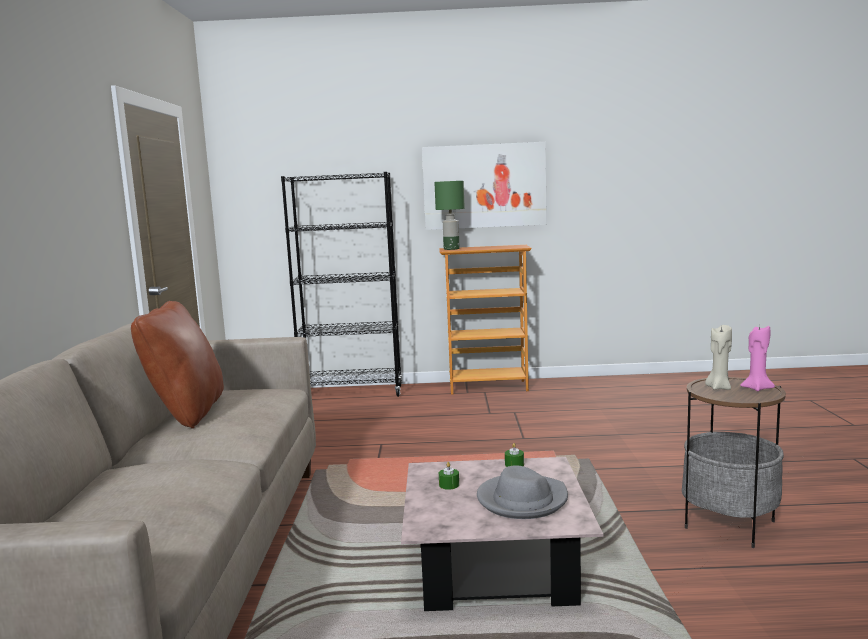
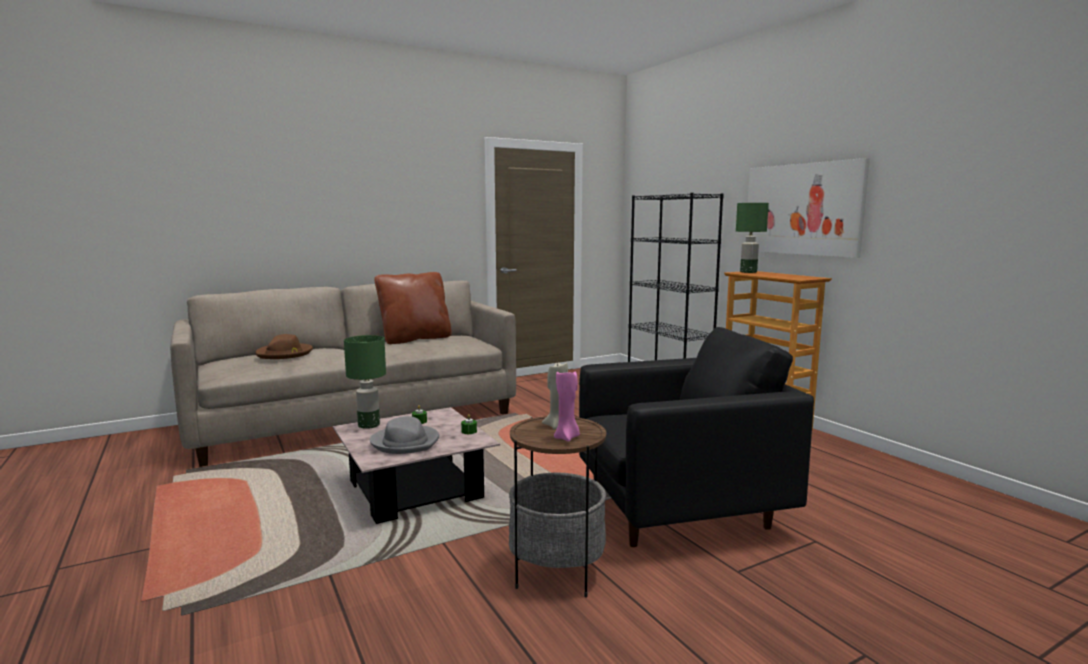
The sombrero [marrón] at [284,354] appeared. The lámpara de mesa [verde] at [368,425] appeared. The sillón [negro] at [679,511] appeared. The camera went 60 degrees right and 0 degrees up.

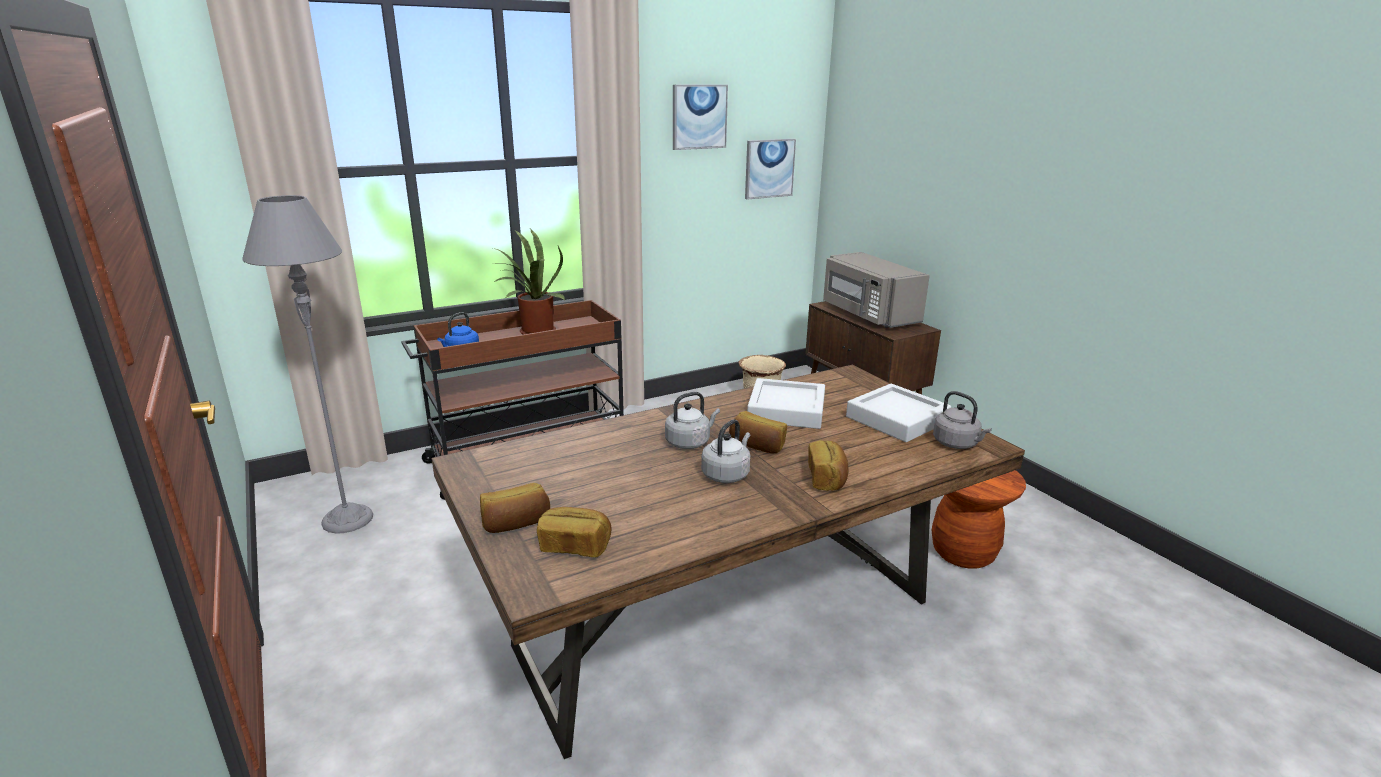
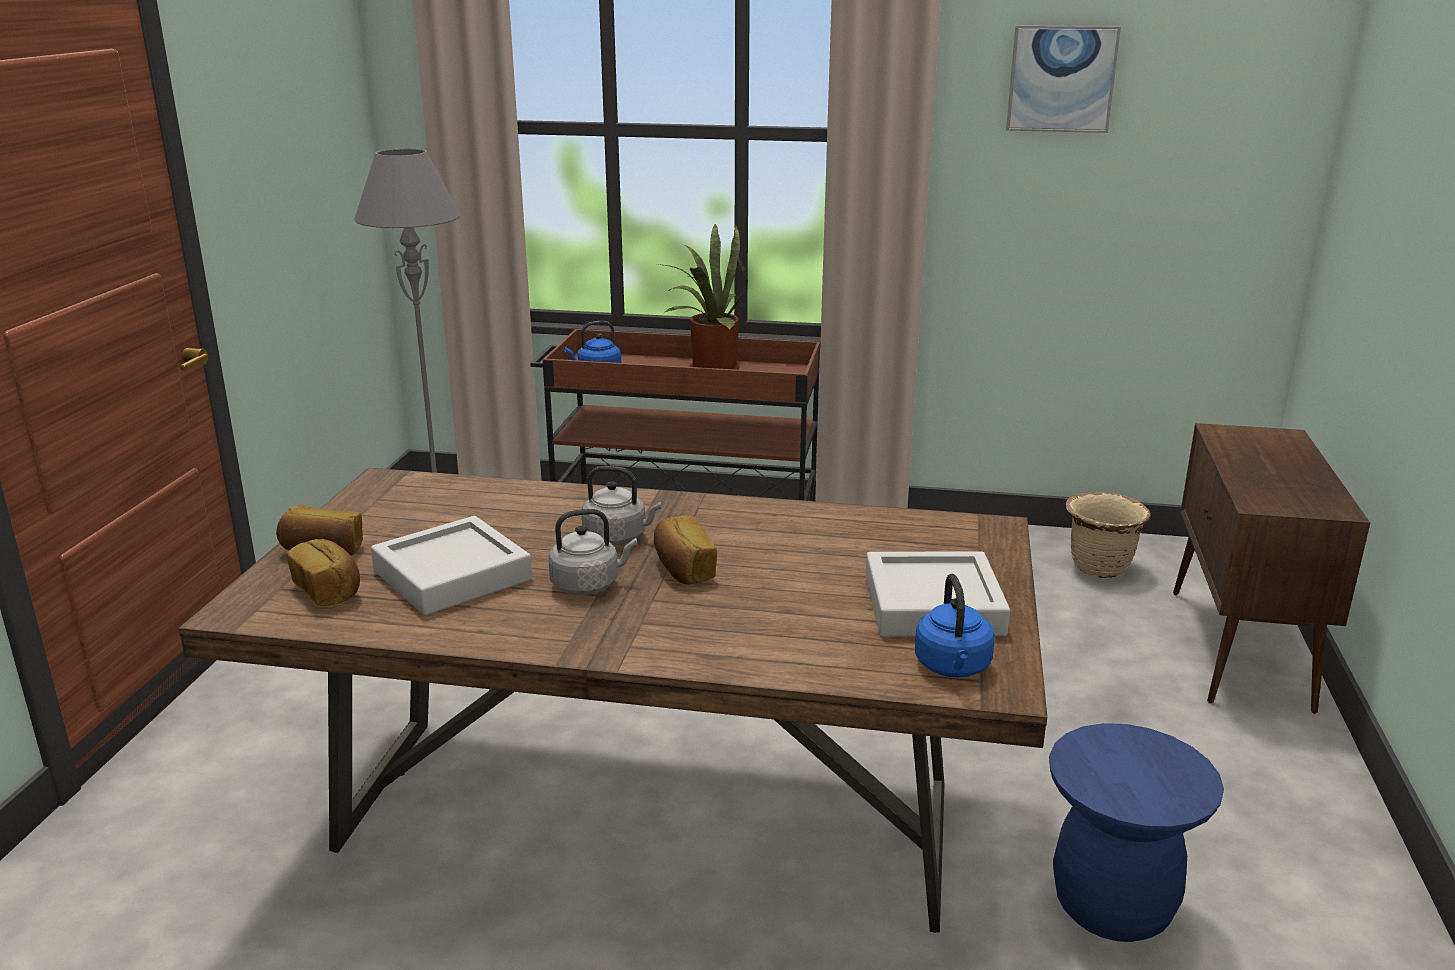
The bandeja [gris] moved from [786,410] to [452,575]. The hervidor [gris] at [957,444] became the hervidor [azul] at [953,667]. The taburete [marrón] at [963,552] became the taburete [azul] at [1112,906]. The cuadro at [769,168] disappeared. The pan at [827,479] disappeared. The microondas [gris] at [868,314] disappeared. The camera went 40 degrees right and 0 degrees up.

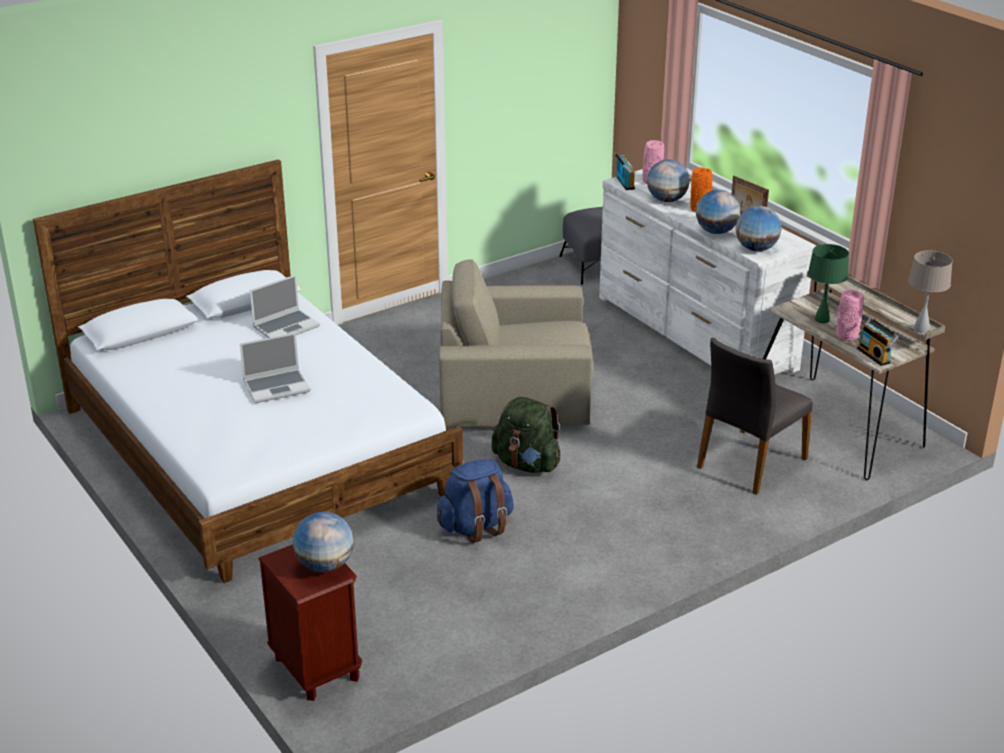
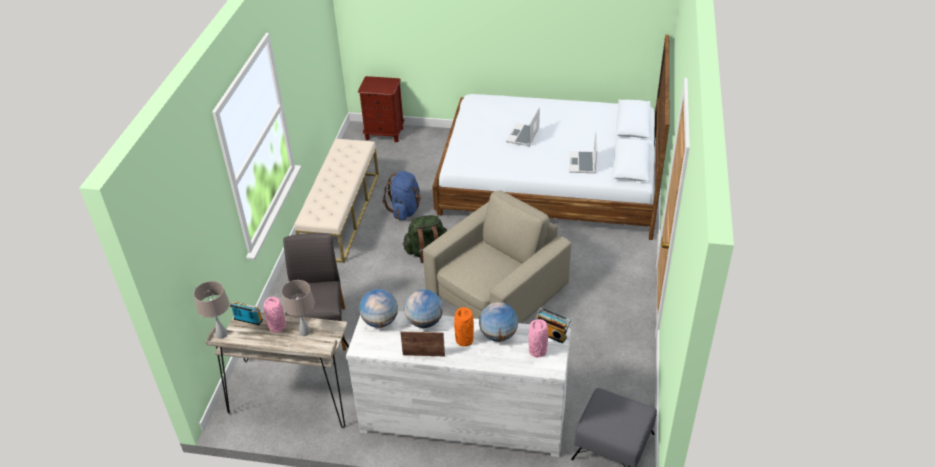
The lámpara de mesa [verde] at [821,319] became the lámpara de mesa [beis] at [305,332]. The banco [beis] at [341,214] appeared. The globo terráqueo at [325,565] disappeared. The camera went 135 degrees right and 10 degrees up.

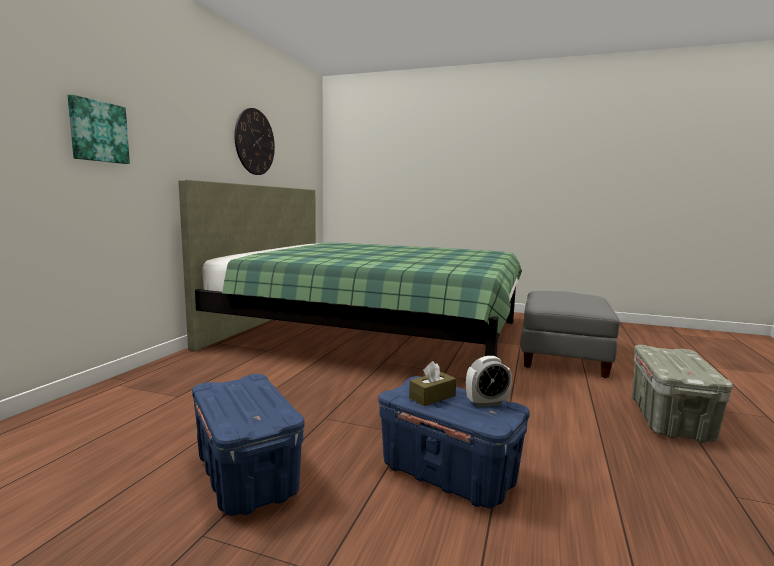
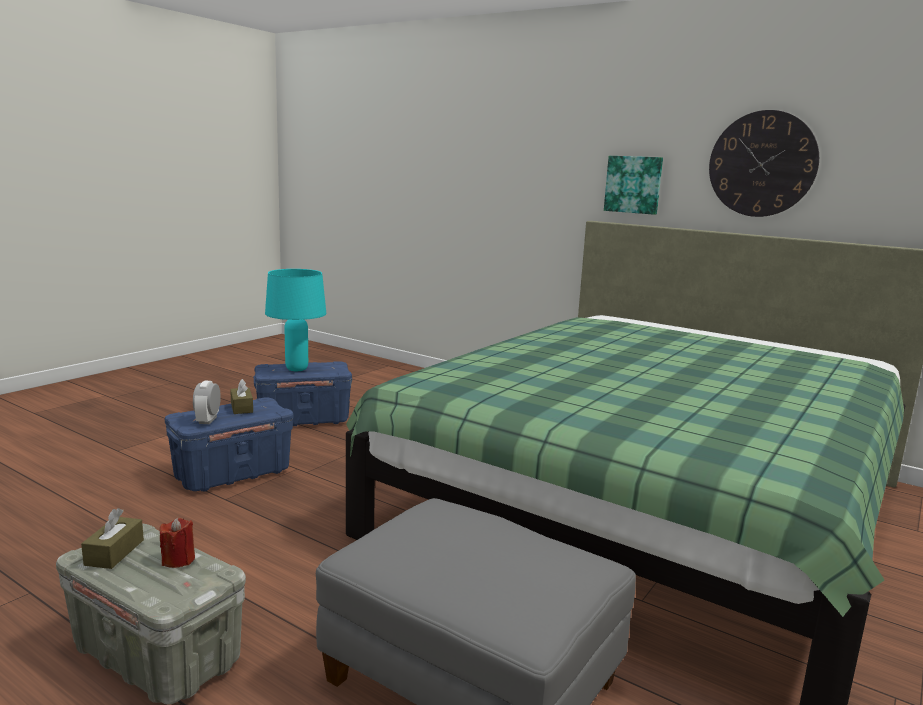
The caja de pañuelos [marrón] at [114,552] appeared. The vela [rojo] at [178,560] appeared. The lámpara de mesa [turquesa] at [297,369] appeared. The cuadro moved from [98,131] to [633,184]. The camera went 105 degrees right and 5 degrees up.

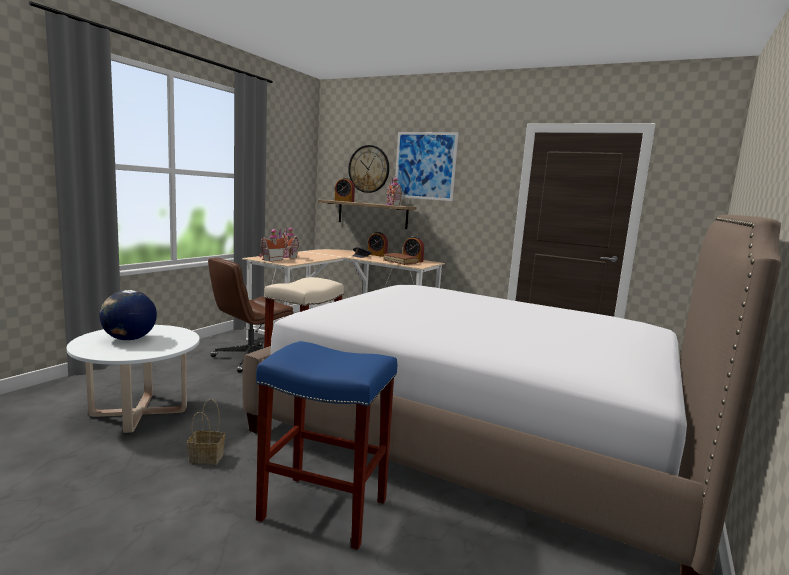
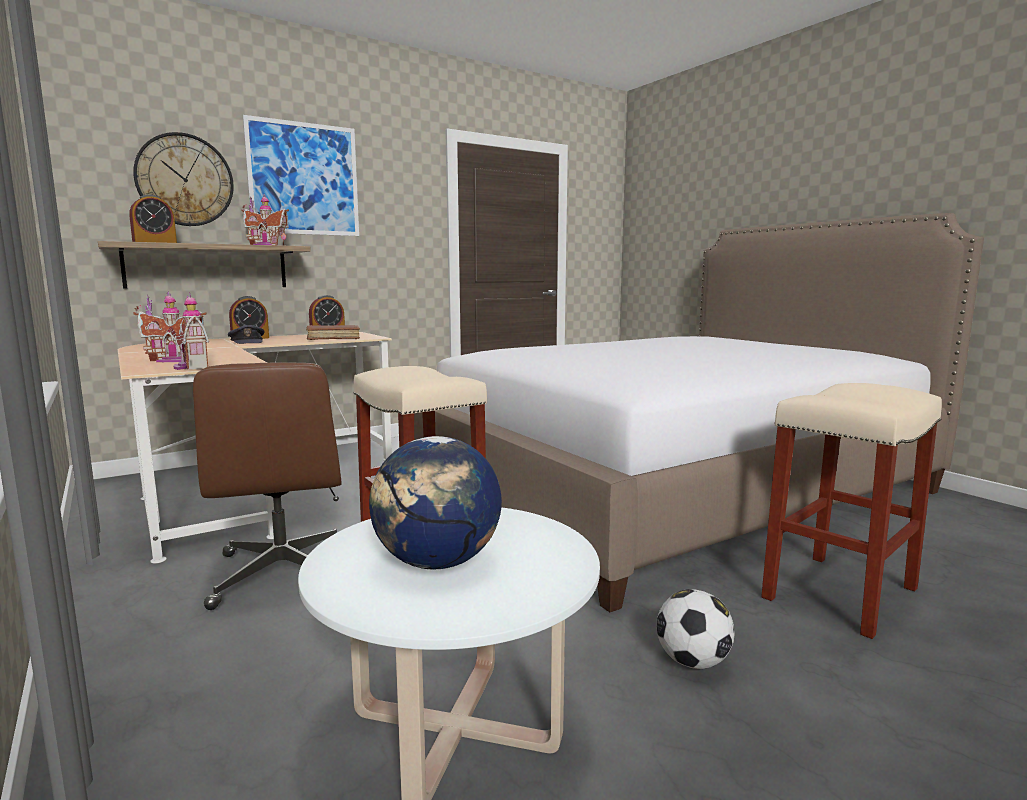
The cesta at [205,458] was replaced by the balón de fútbol at [692,662]. The taburete [azul] at [321,509] became the taburete [beis] at [840,594]. The camera went 60 degrees left and 0 degrees up.

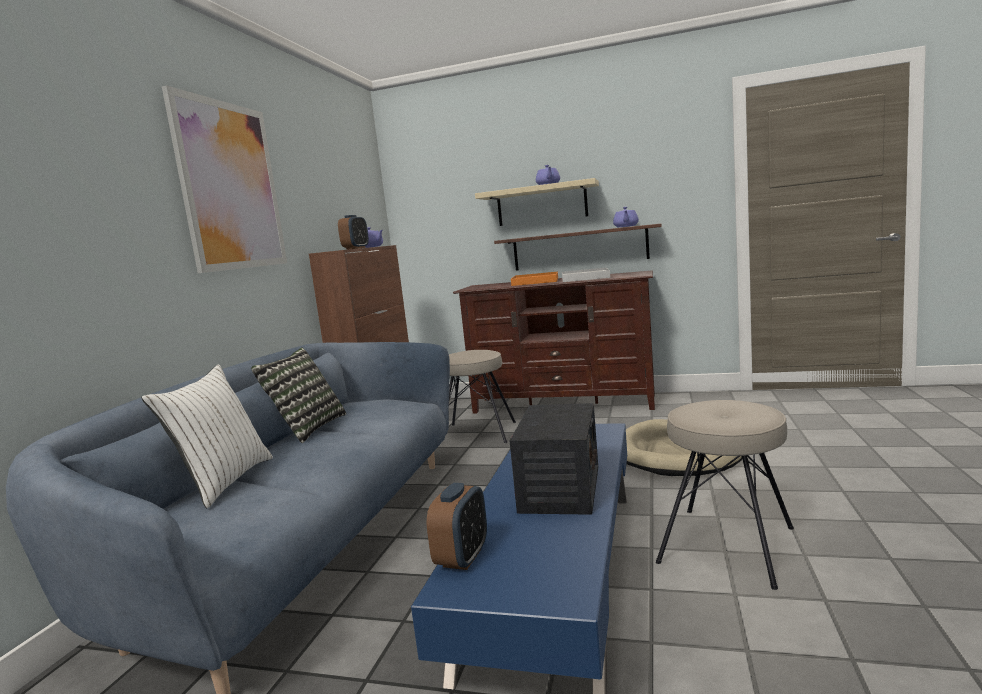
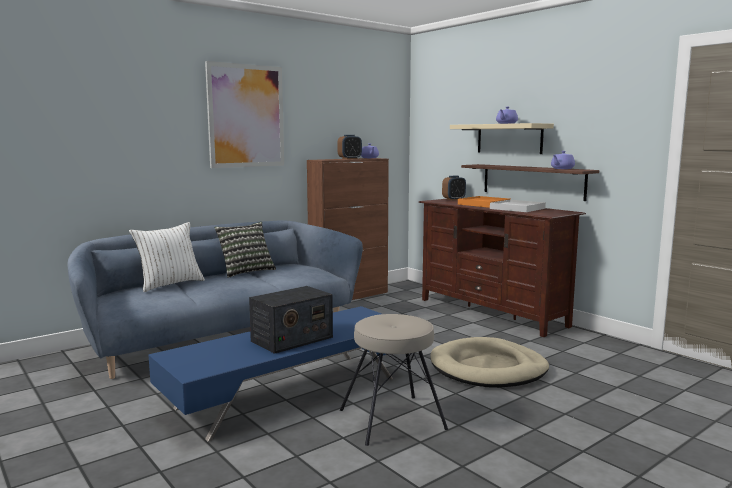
The despertador moved from [462,557] to [453,199]. The taburete [beis] at [477,433] disappeared. The camera went 35 degrees right and 0 degrees up.

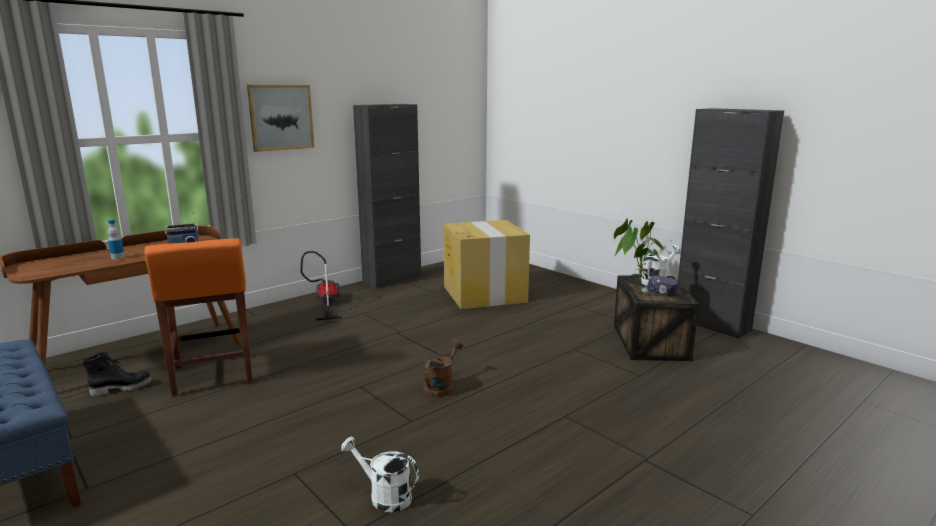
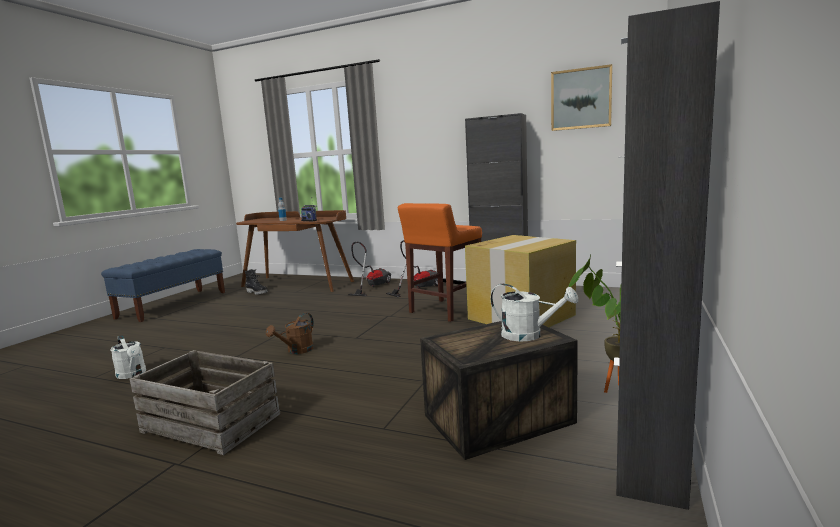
The regadera [blanco] at [384,496] turned 135 degrees clockwise. The caja de embalaje at [210,423] appeared. The regadera [marrón] at [441,387] turned 120 degrees clockwise. The aspiradora at [372,286] appeared. The taburete [naranja] moved from [213,376] to [444,311]. The cuadro moved from [281,117] to [581,99]. The gorra at [658,293] disappeared. The camera went 65 degrees right and 5 degrees down.

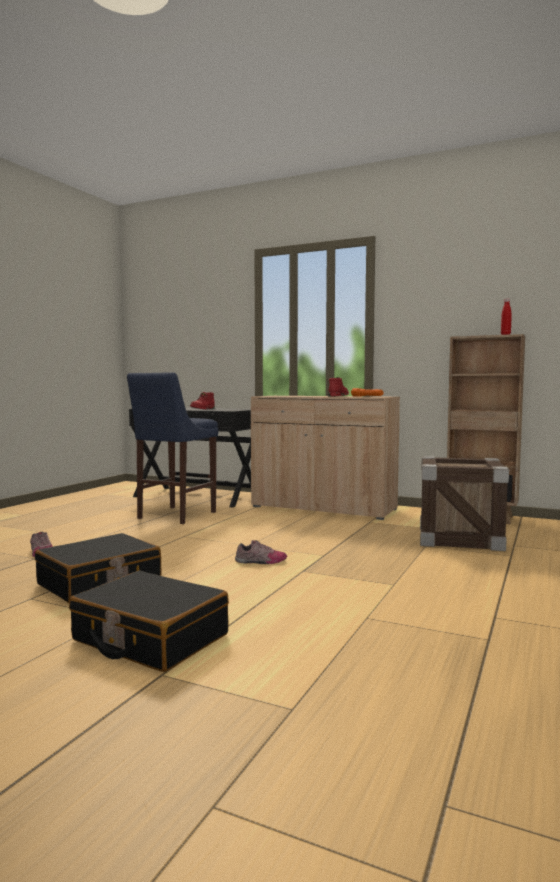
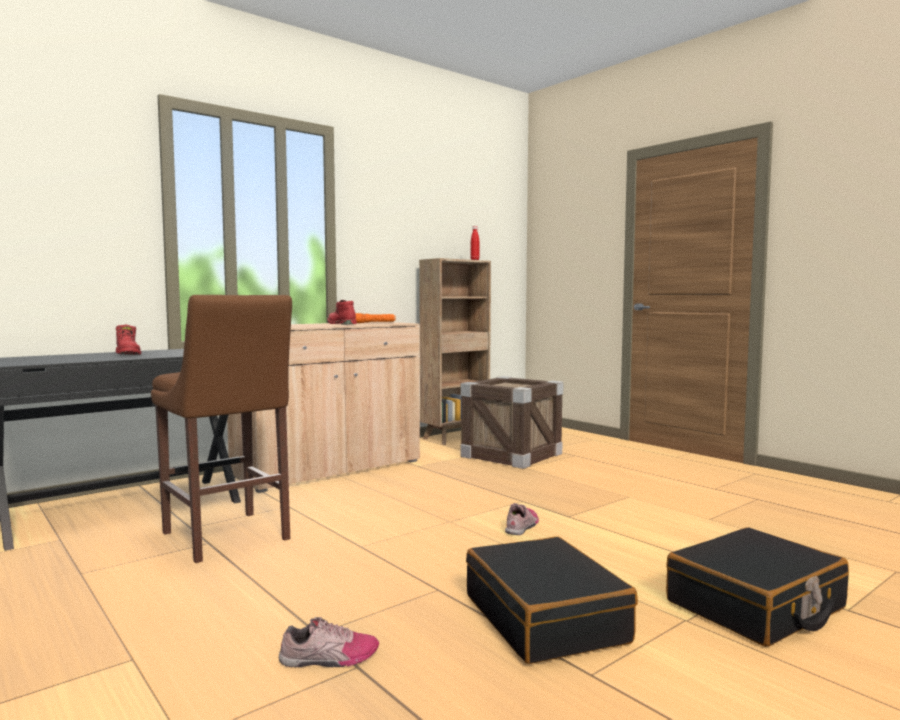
The taburete [azul] at [174,516] became the taburete [marrón] at [227,538]. The camera went 65 degrees left and 0 degrees up.

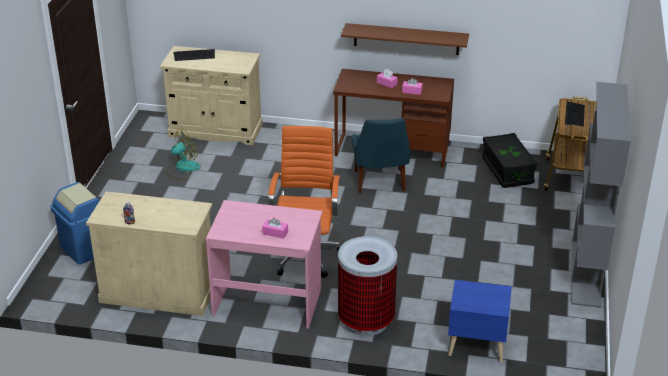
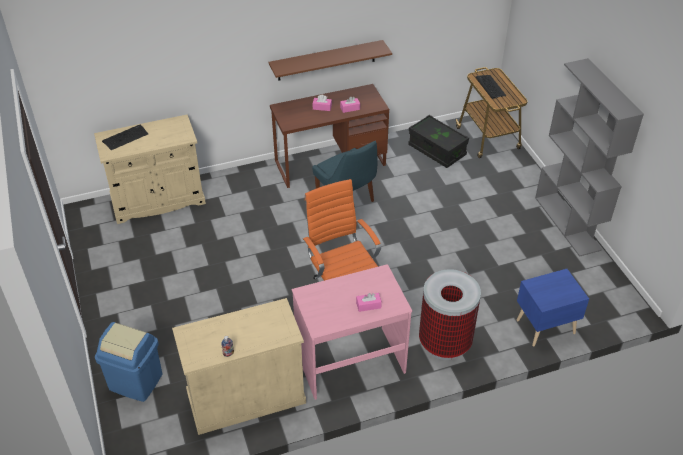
The ventilador at [182,168] disappeared. The camera went 30 degrees left and 10 degrees up.

